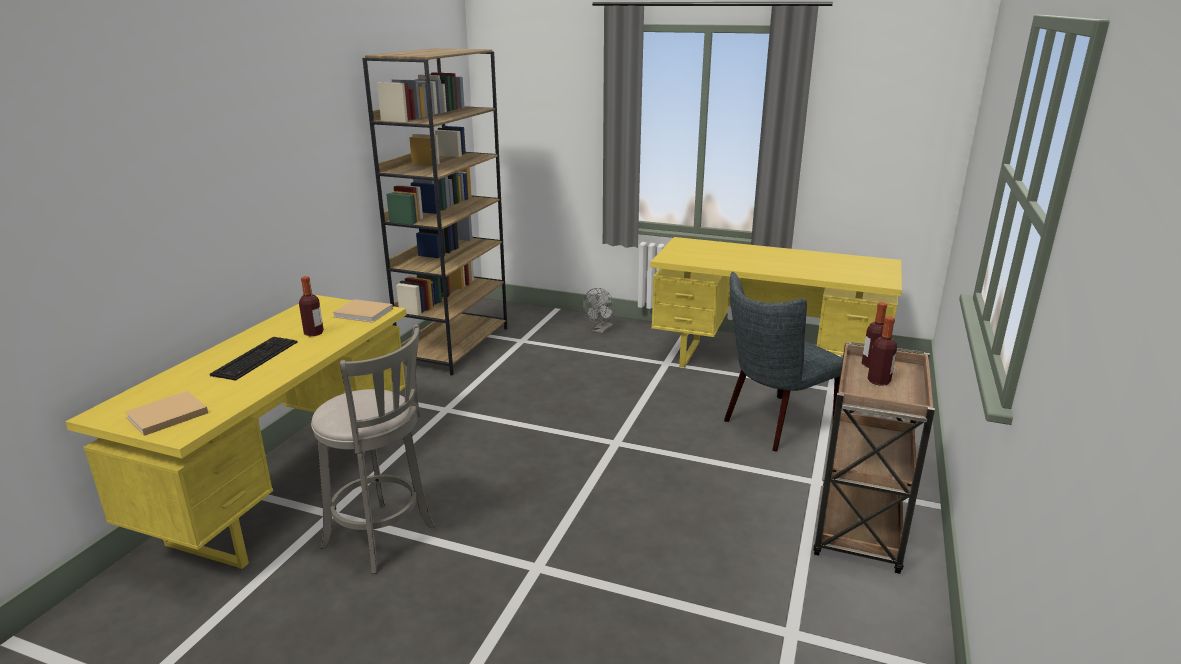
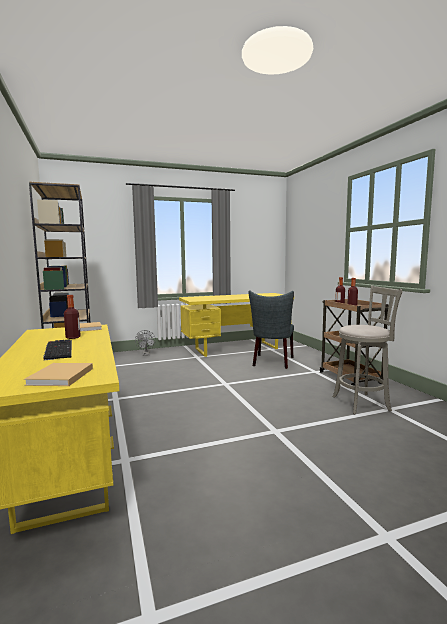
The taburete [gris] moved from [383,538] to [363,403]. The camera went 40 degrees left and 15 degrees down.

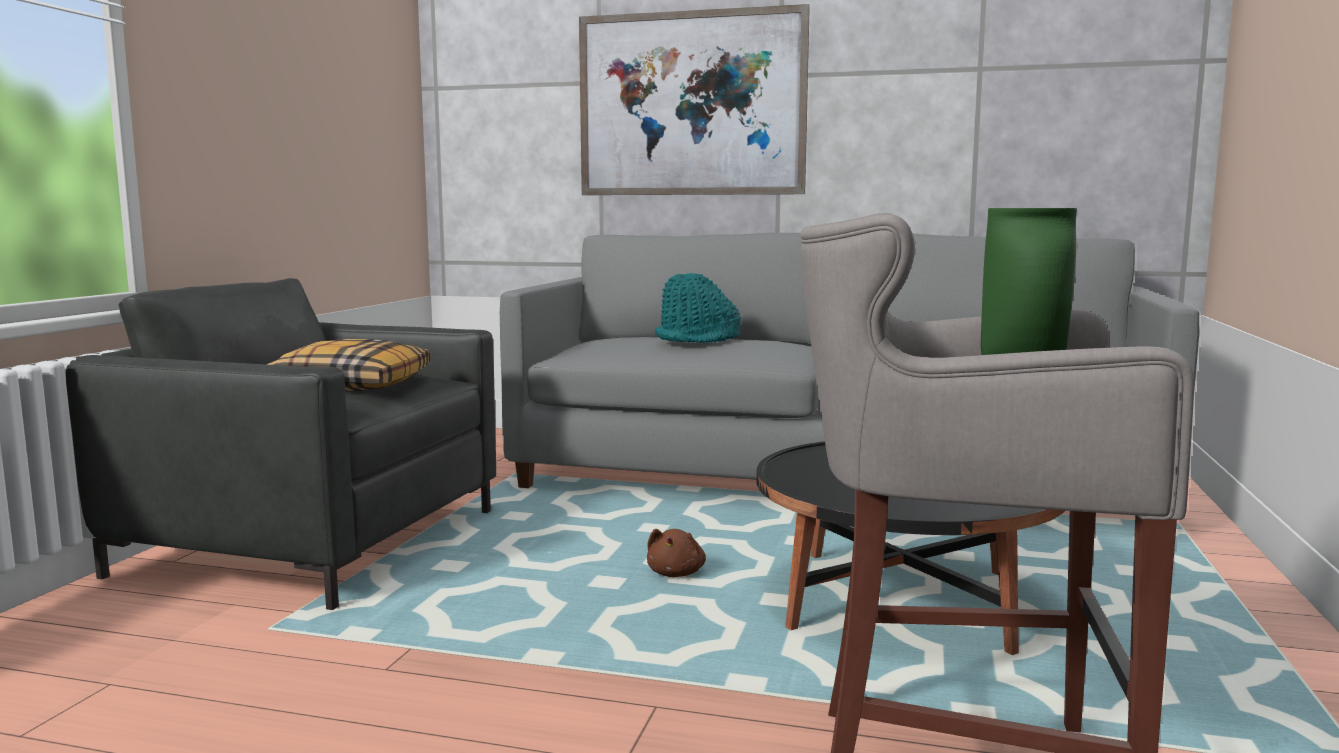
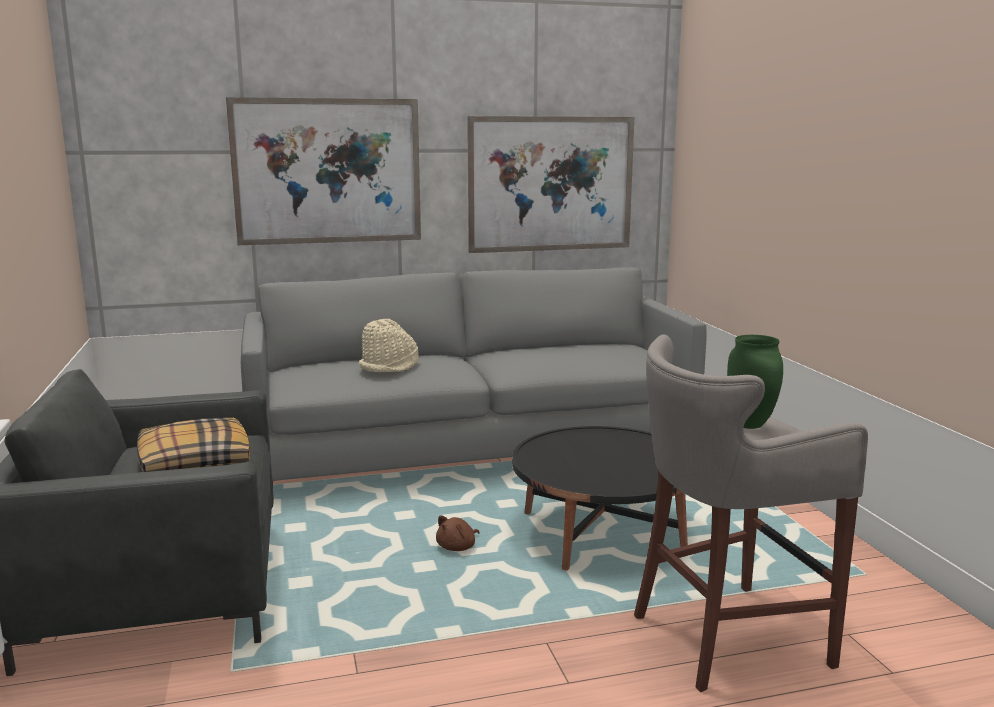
The sombrero [turquesa] at [698,340] became the sombrero [beis] at [389,366]. The peluche [marrón] at [676,573] turned 60 degrees clockwise. The cuadro at [551,184] appeared. The camera went 30 degrees left and 5 degrees up.

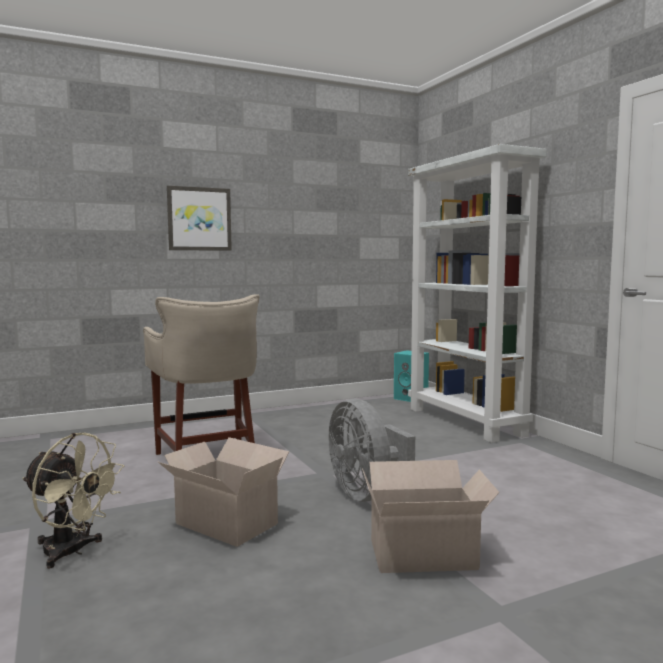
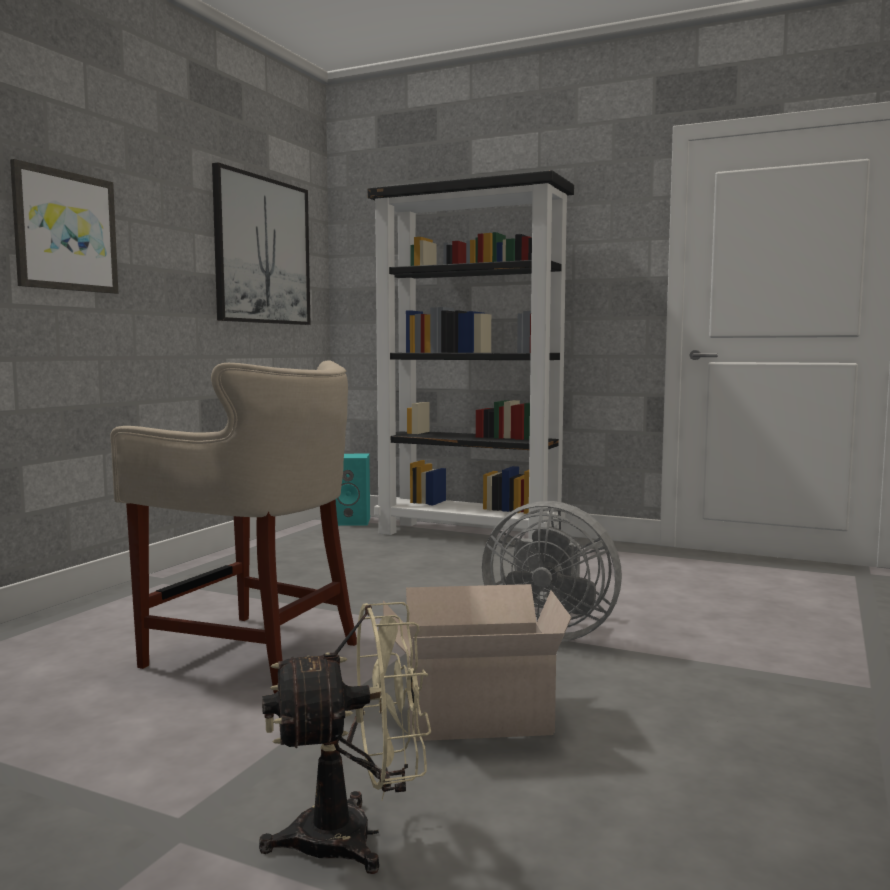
The cuadro at [262,251] appeared. The estantería [blanco] at [466,422] became the estantería [negro] at [470,536]. The caja de cartón at [426,555] disappeared. The camera went 40 degrees left and 0 degrees up.

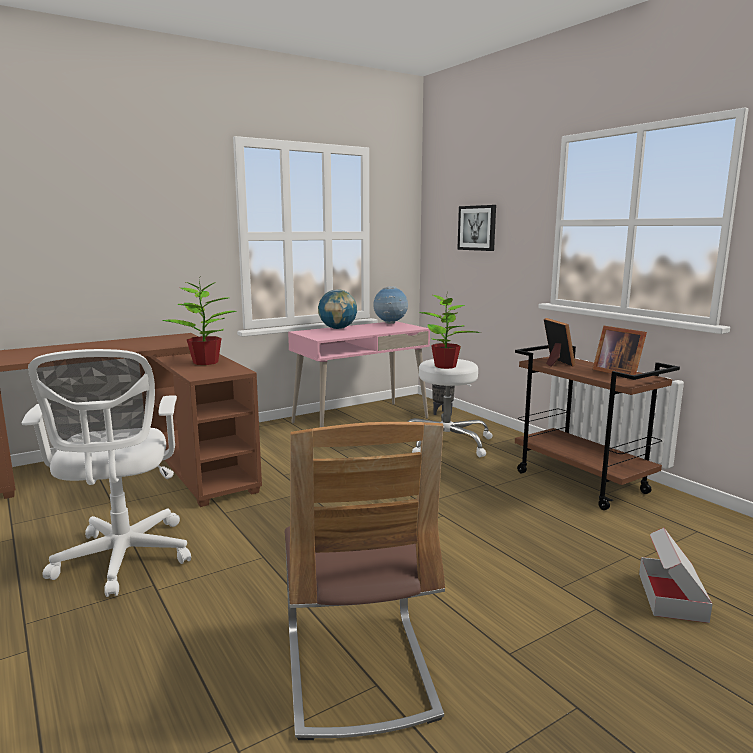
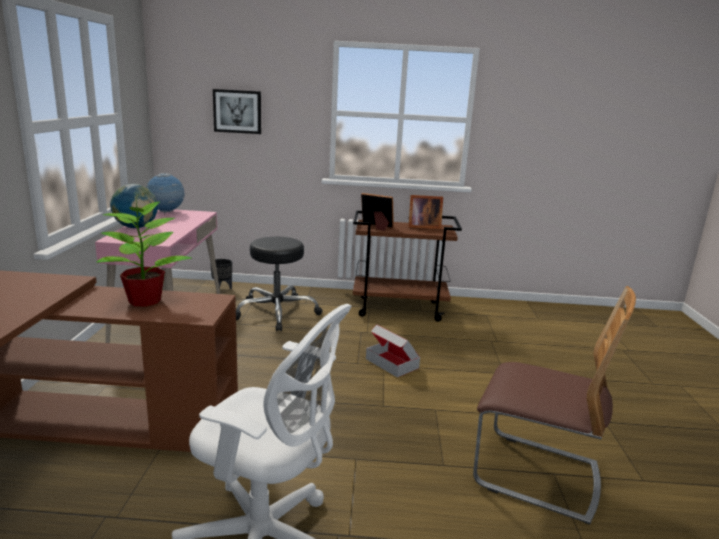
The taburete [blanco] at [446,443] became the taburete [negro] at [276,312]. The caja de cartón moved from [672,597] to [392,363]. The planta en maceta at [445,366] disappeared. The camera went 55 degrees left and 5 degrees up.

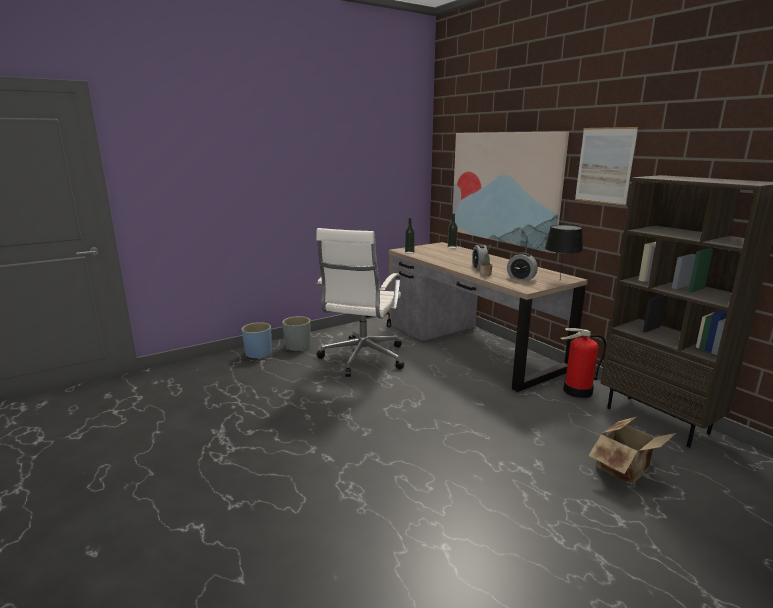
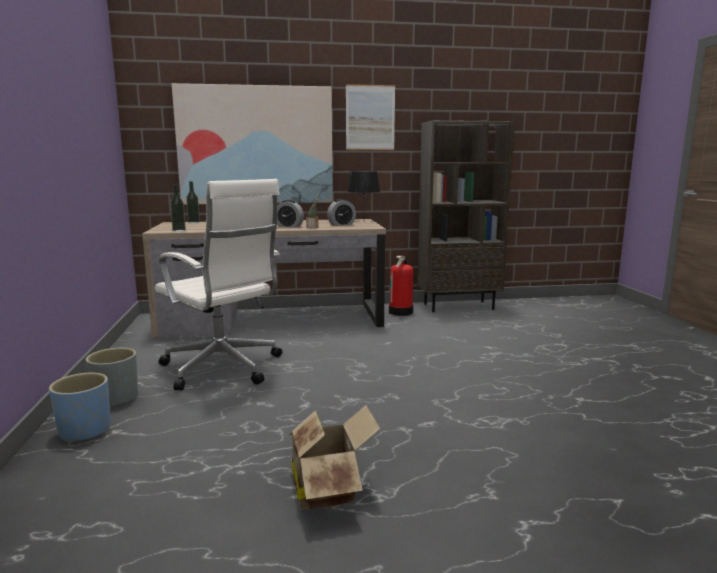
The caja de cartón moved from [626,471] to [328,490]. The camera went 65 degrees left and 5 degrees down.

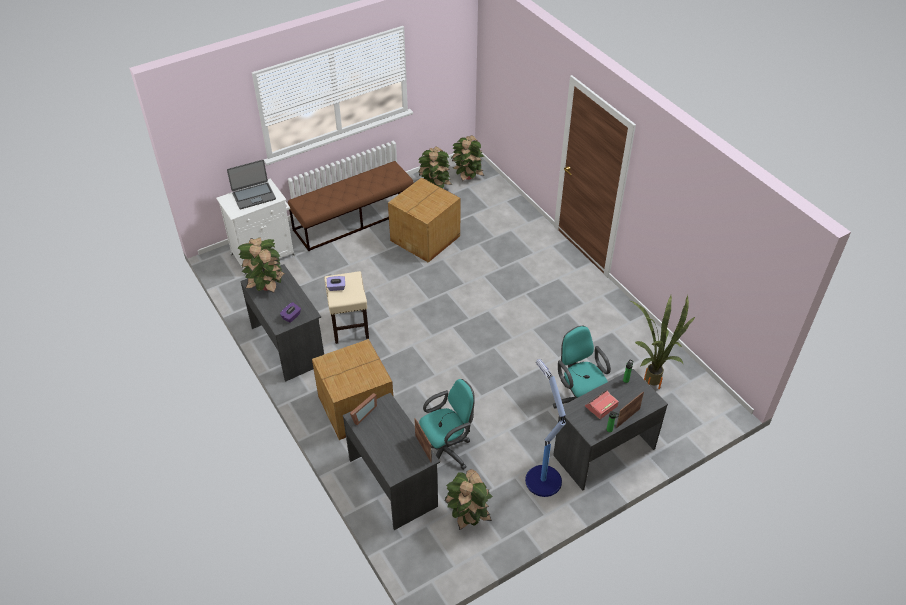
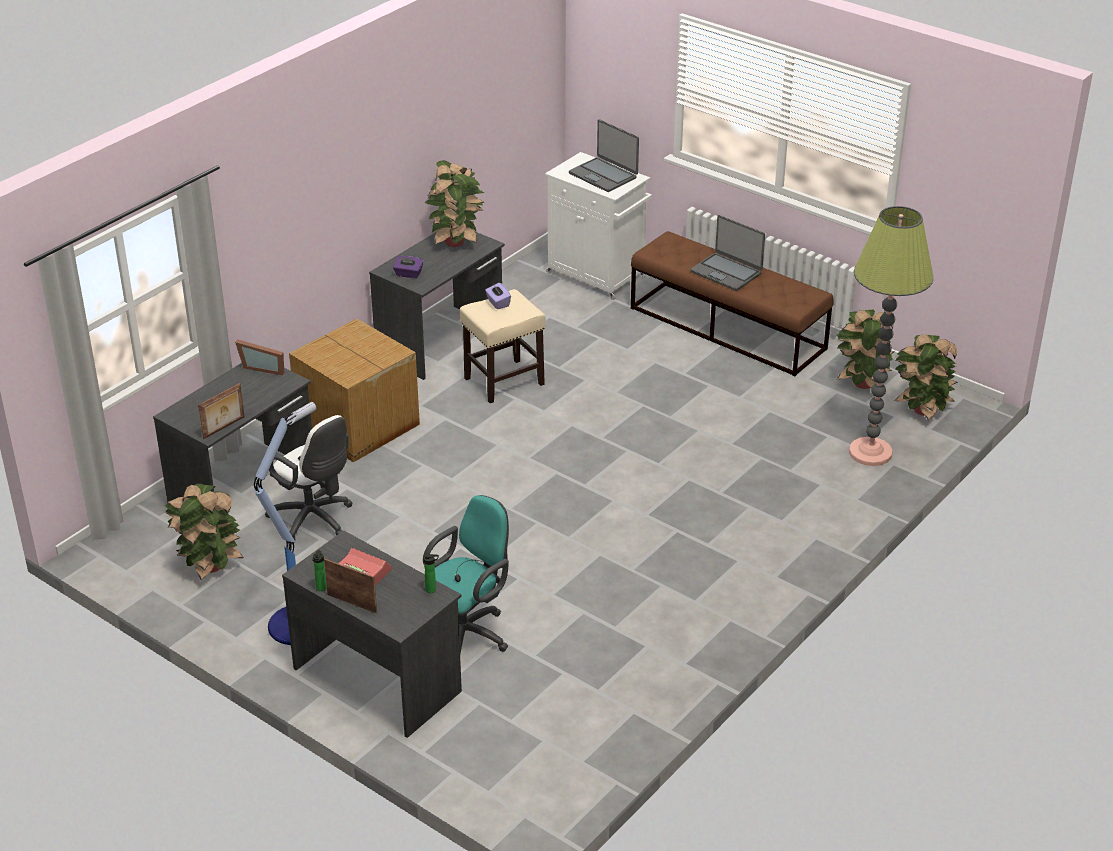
The silla de oficina [turquesa] at [446,451] became the silla de oficina [blanco] at [314,521]. The portátil at [726,272] appeared. The lámpara de pie at [870,453] appeared. The caja de cartón at [426,238] disappeared. The planta en maceta at [652,380] disappeared. The camera went 70 degrees right and 10 degrees down.

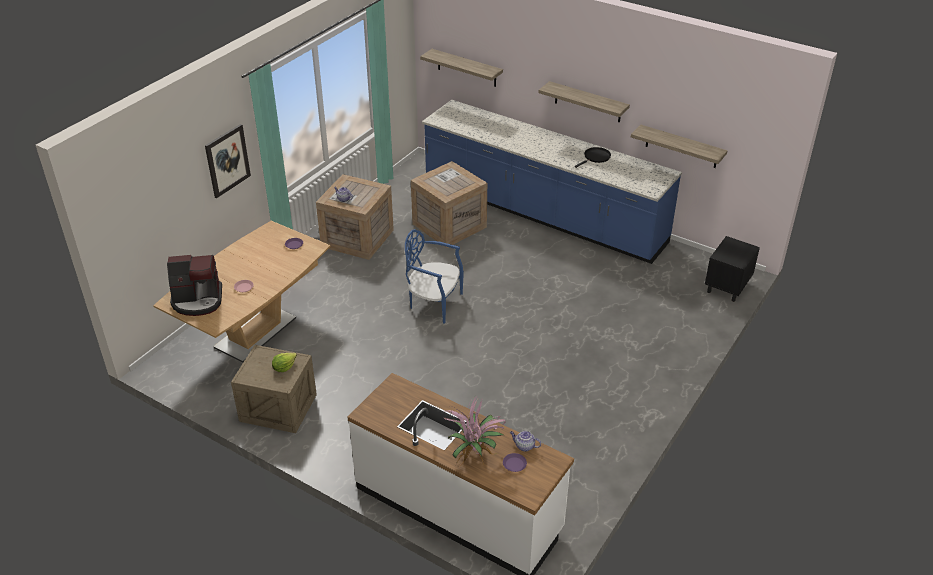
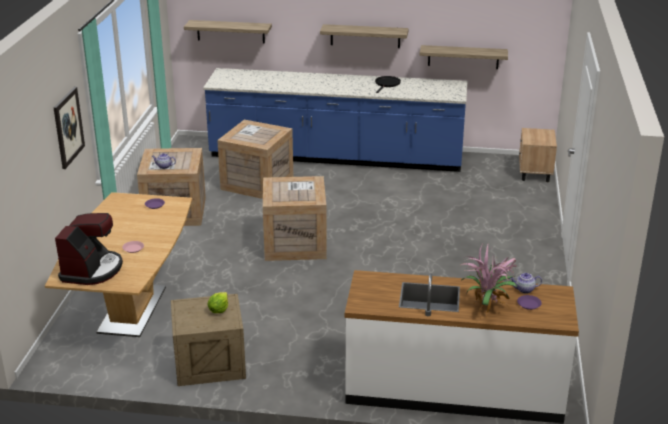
The cafetera at [198,300] turned 45 degrees counterclockwise. The silla [azul] at [434,303] was replaced by the caja de embalaje at [294,243]. The mesita de noche [negro] at [727,287] became the mesita de noche [beis] at [534,174]. The camera went 25 degrees left and 10 degrees down.

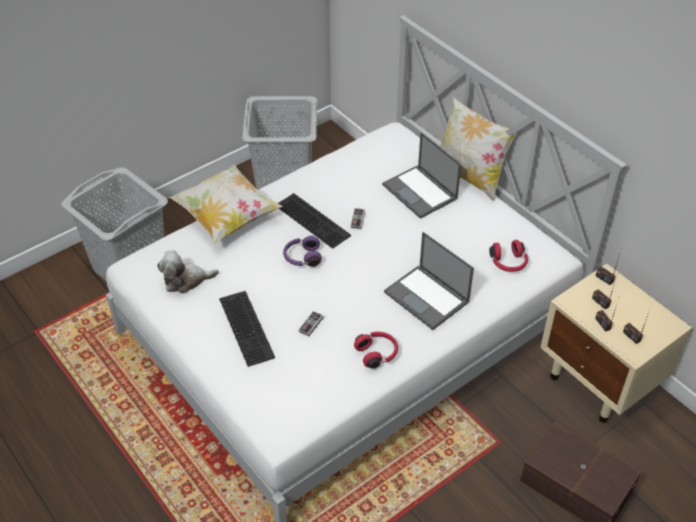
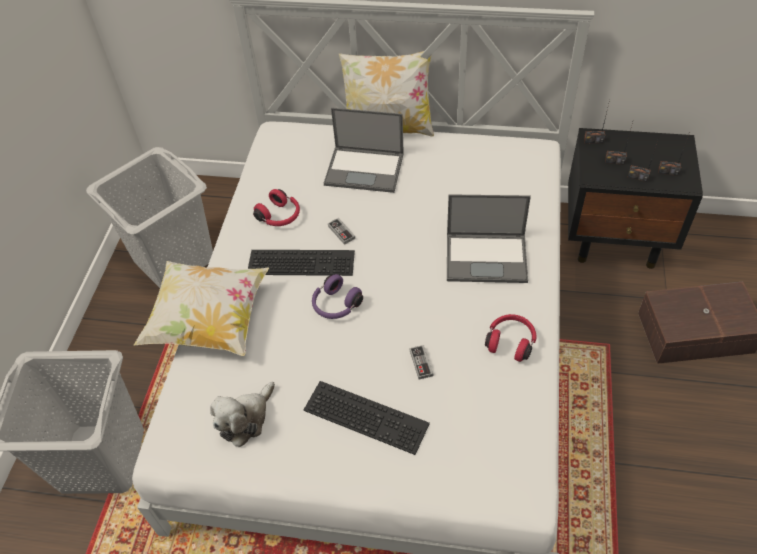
The auriculares [rojo] moved from [508,263] to [280,216]. The mesita de noche [beis] at [600,383] became the mesita de noche [negro] at [616,239]. The camera went 40 degrees left and 5 degrees up.

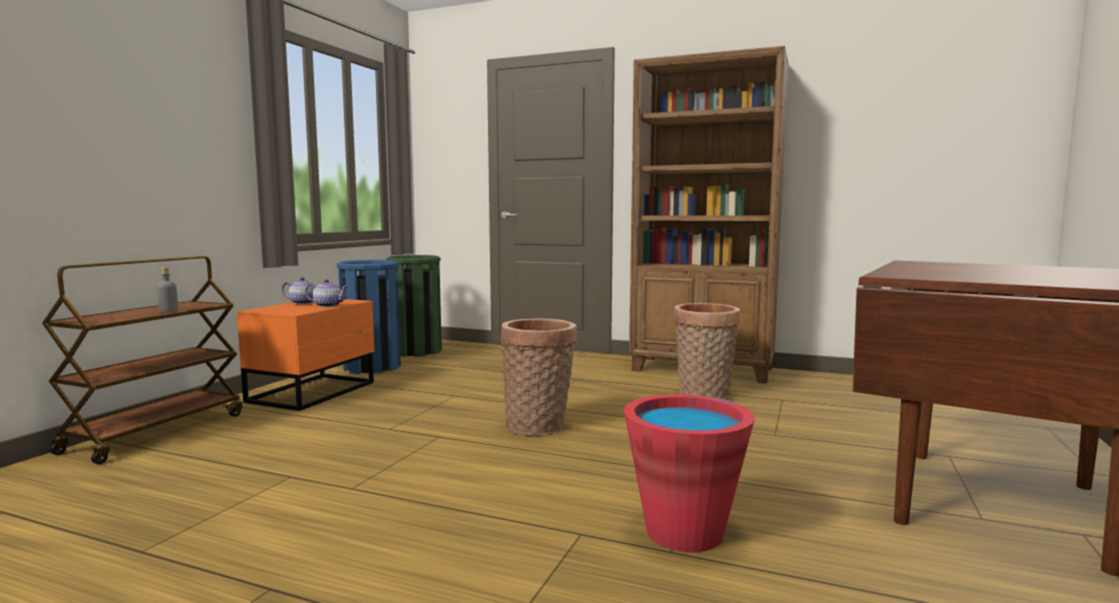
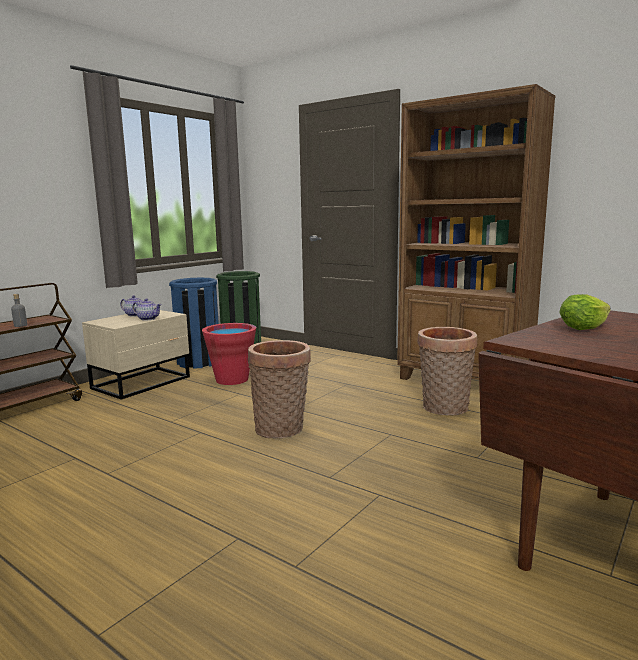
The mesita de noche [naranja] at [315,392] became the mesita de noche [beis] at [143,383]. The cubo [rojo] moved from [684,532] to [232,379]. The lechuga at [586,327] appeared. The camera went 15 degrees right and 5 degrees up.

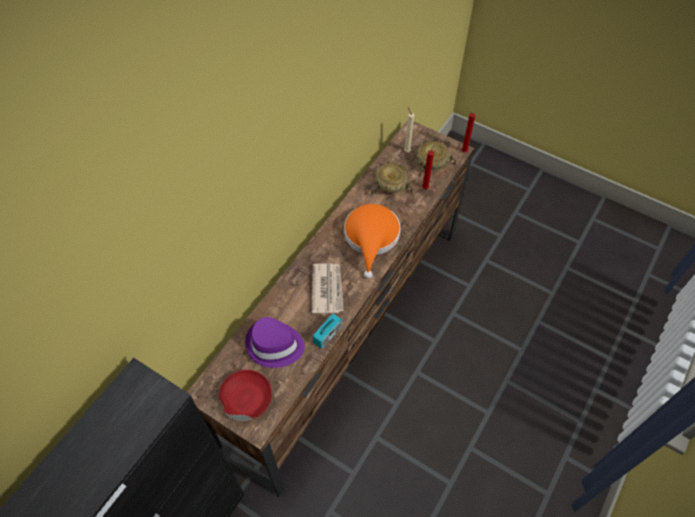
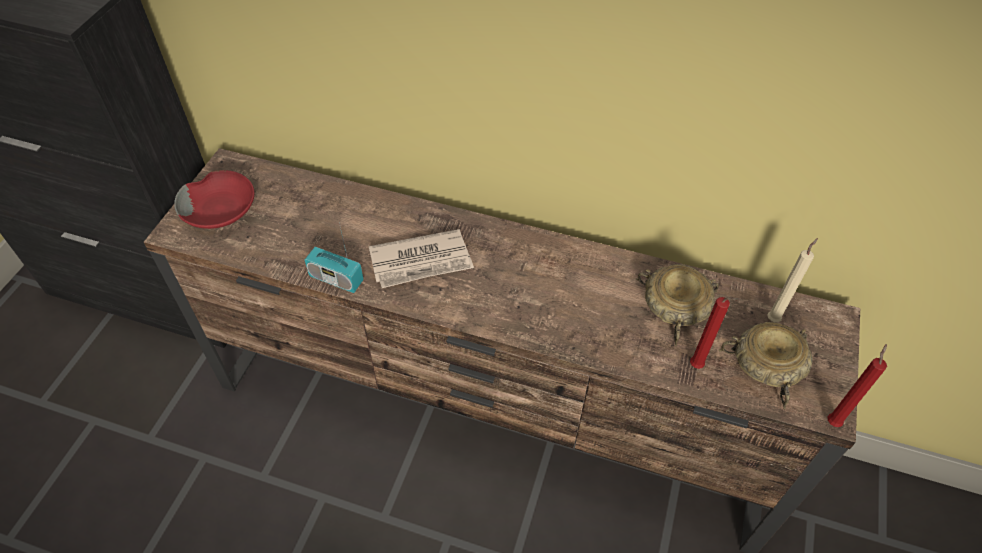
The sombrero [morado] at [274,345] disappeared. The sombrero [naranja] at [371,238] disappeared. The camera went 75 degrees right and 5 degrees down.

